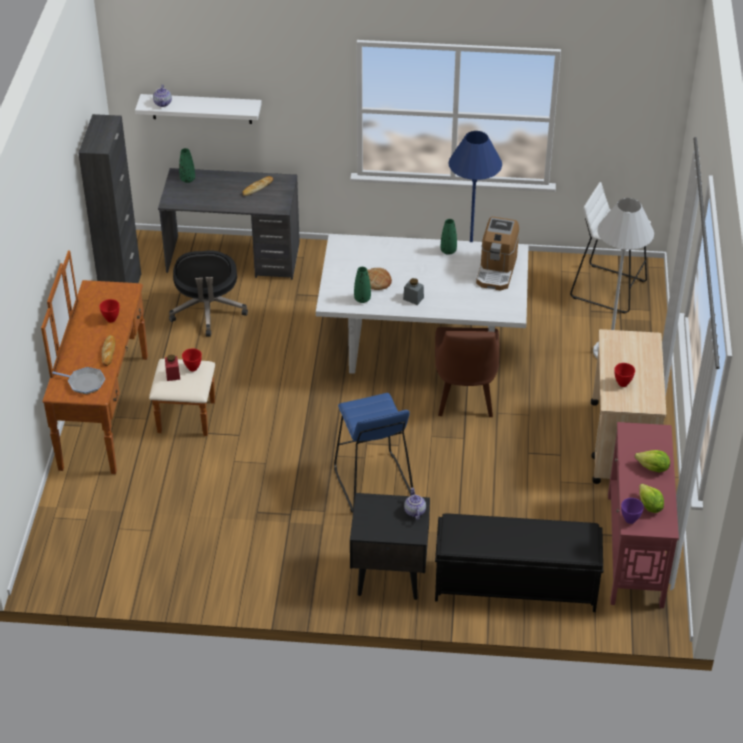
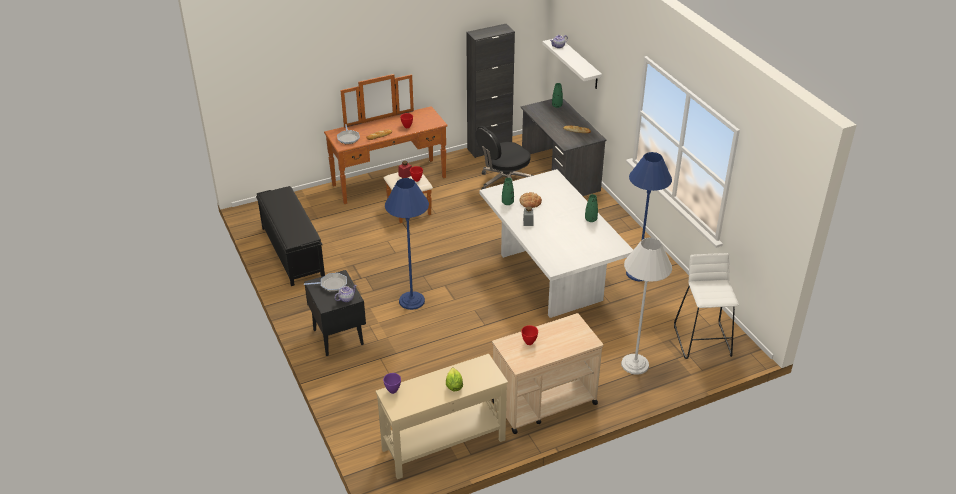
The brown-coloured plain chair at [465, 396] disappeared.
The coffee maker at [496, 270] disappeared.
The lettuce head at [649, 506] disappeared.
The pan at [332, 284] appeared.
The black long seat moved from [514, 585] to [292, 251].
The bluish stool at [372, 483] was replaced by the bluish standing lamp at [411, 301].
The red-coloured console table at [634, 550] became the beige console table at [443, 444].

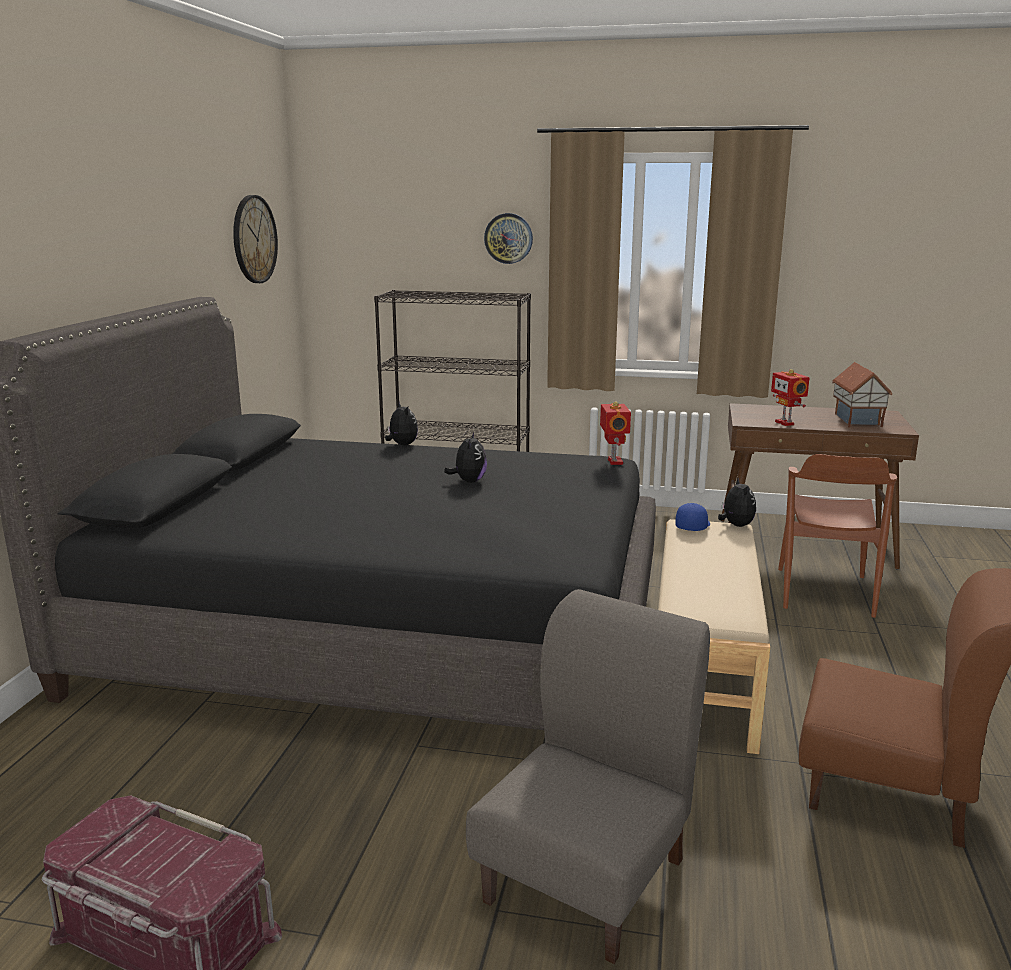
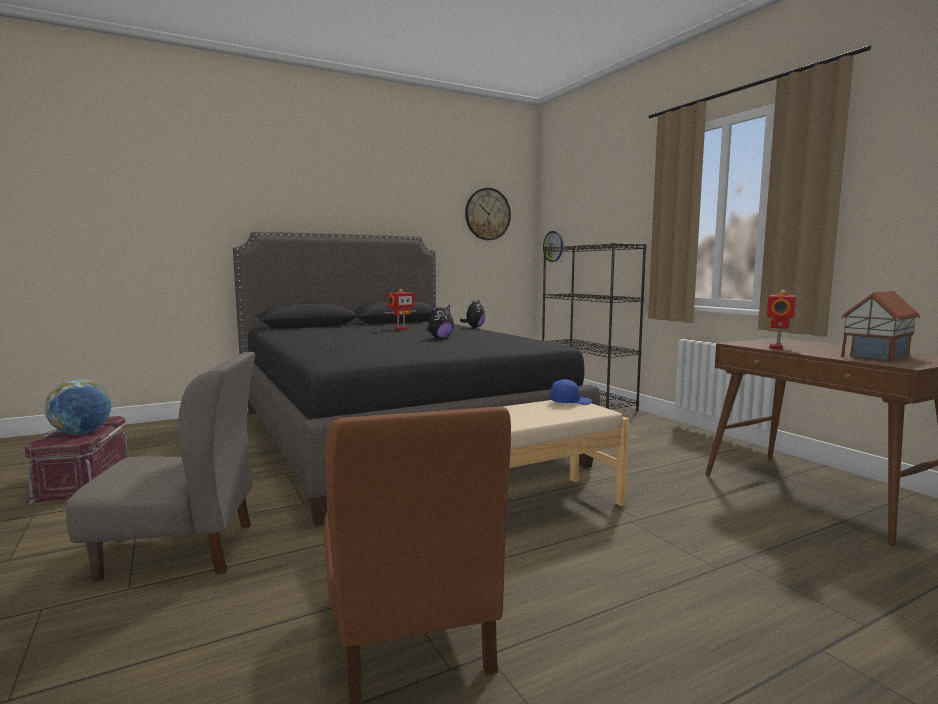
The plush toy at [735, 525] disappeared.
The brown-coloured plain chair at [824, 592] disappeared.
The world globe at [82, 433] appeared.
The hanging clock moved from [508, 238] to [553, 246].
The toy robot moved from [613, 461] to [401, 329].

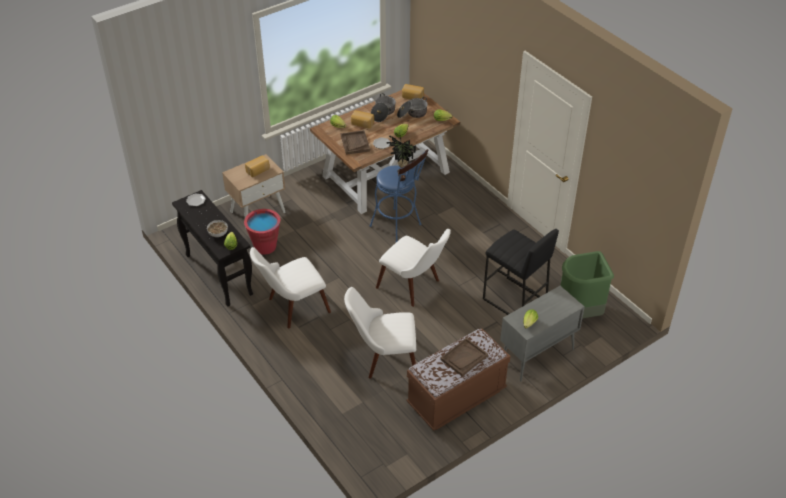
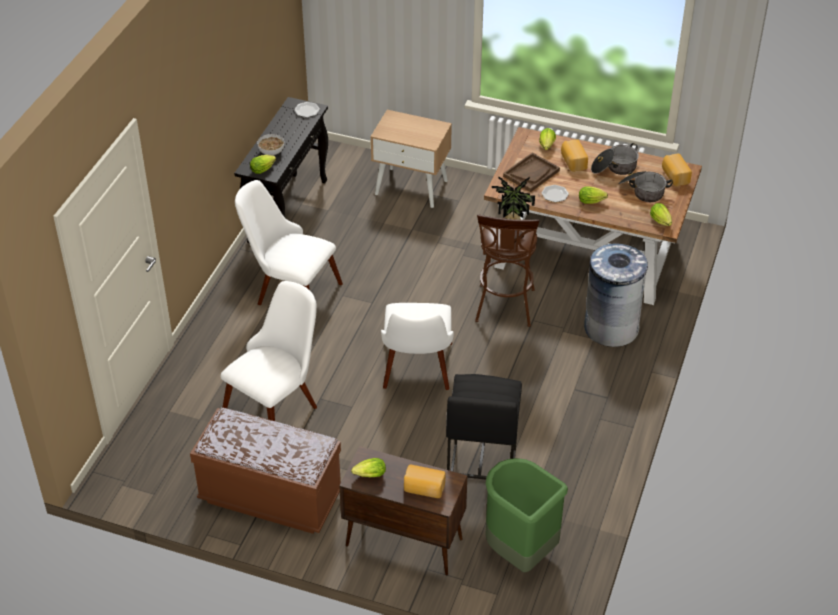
The red-coloured water bucket at [265, 247] disappeared.
The brown-coloured tray at [464, 358] disappeared.
The gray rubbish bin at [611, 327] appeared.
The bread moved from [258, 171] to [424, 489].
The bluish stool at [398, 227] became the brown-coloured stool at [504, 309].
The gray cupboard at [536, 356] became the brown-coloured cupboard at [403, 542].
The white plain chair at [383, 359] turned 75 degrees clockwise.

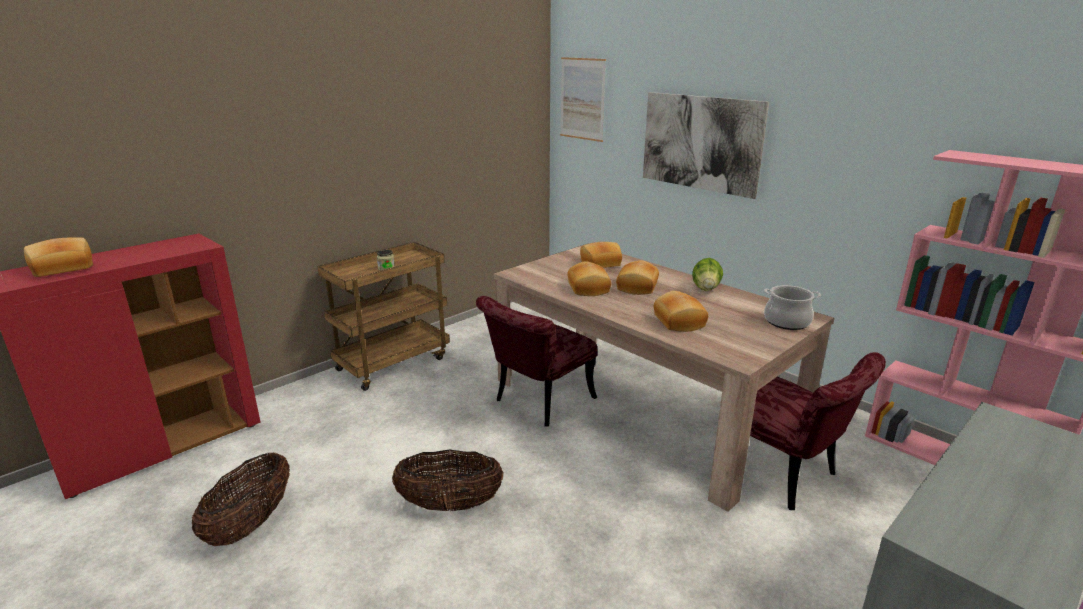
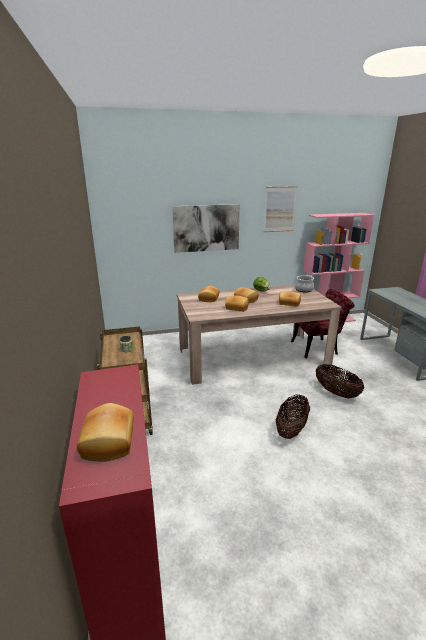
The red-coloured plain chair at [538, 403] disappeared.
The household basket moved from [251, 524] to [336, 393].
The wall art moved from [582, 99] to [279, 209].

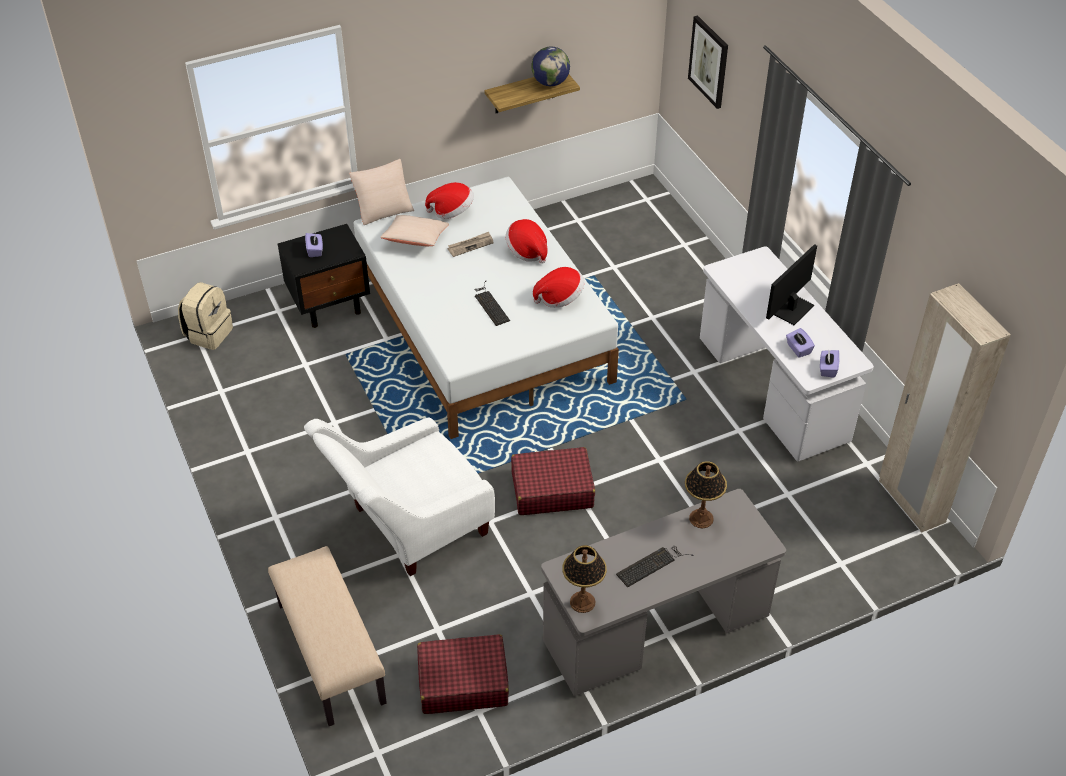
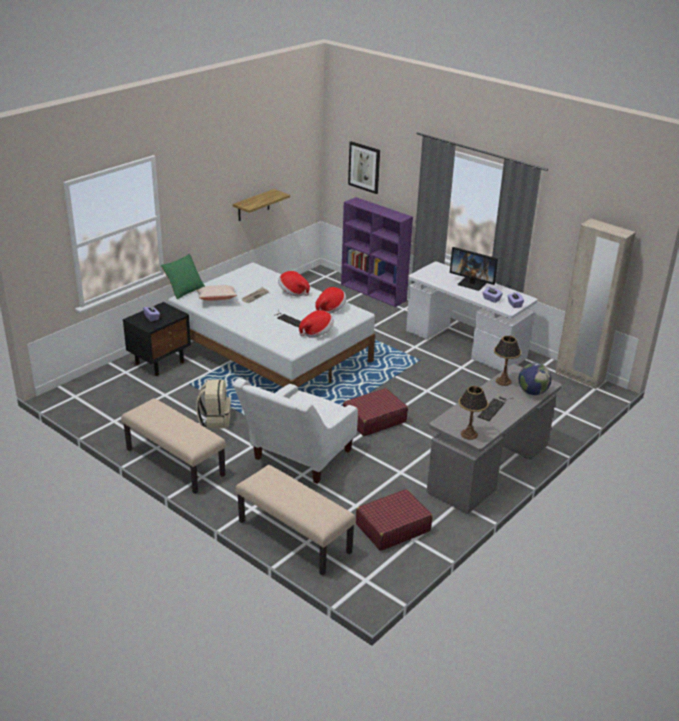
The beige long seat at [174, 463] appeared.
The purplish shelving unit at [374, 292] appeared.
The beige backpack moved from [208, 333] to [215, 420].
The wearable hat moved from [452, 211] to [317, 333].
The world globe moved from [550, 82] to [532, 392].
The beige pillow at [383, 209] became the green pillow at [184, 289].
The monitor at [790, 309] turned 75 degrees counterclockwise.

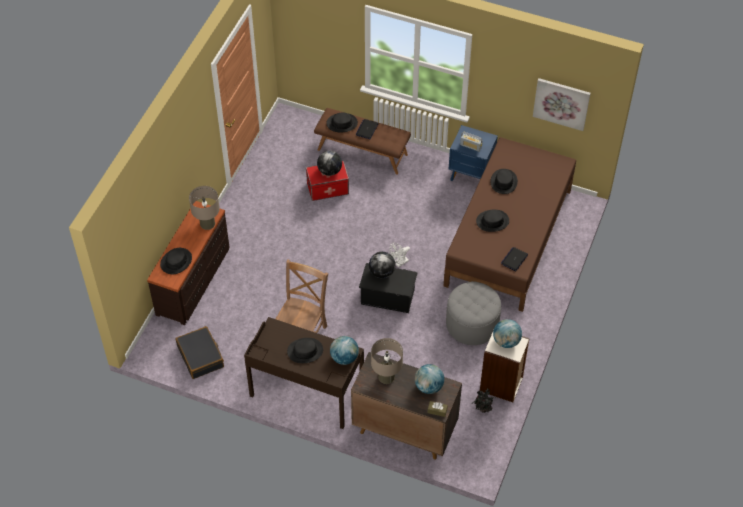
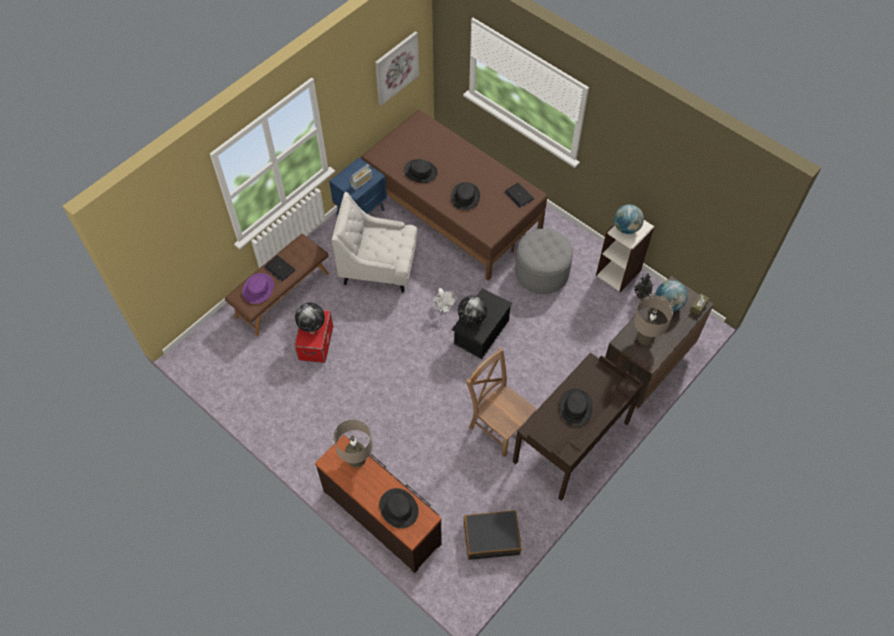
The world globe at [344, 357] disappeared.
The white easy chair at [379, 268] appeared.
The black wearable hat at [342, 123] became the purplish wearable hat at [258, 289].

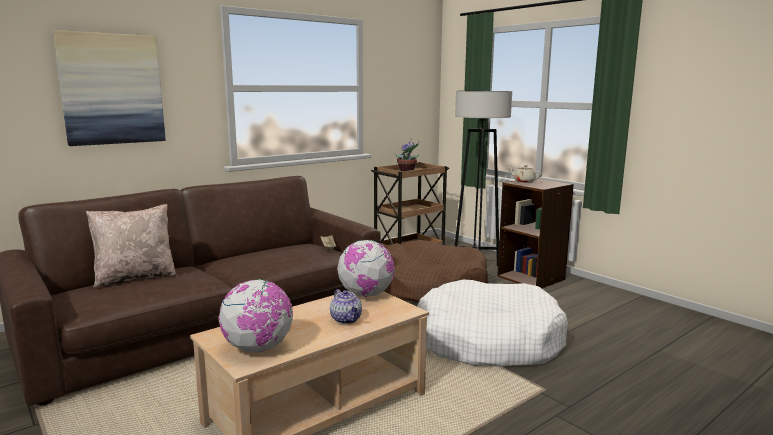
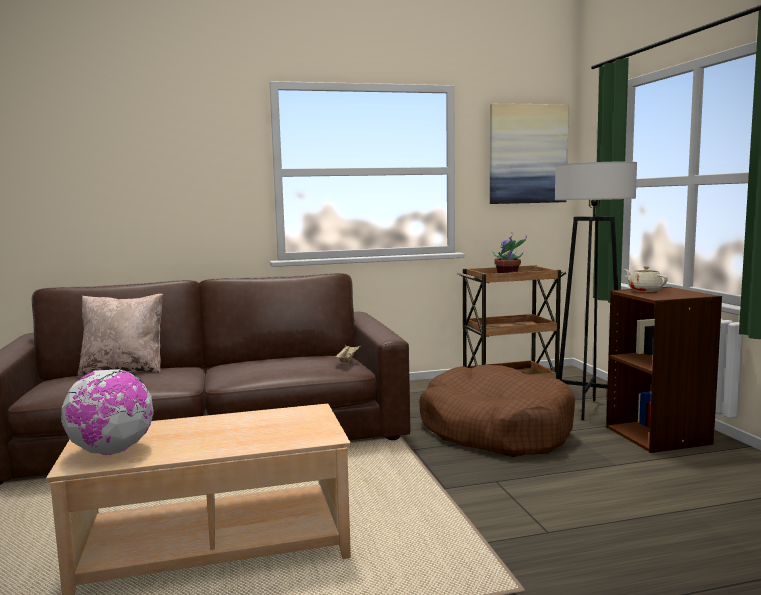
The teapot at [346, 319] disappeared.
The world globe at [366, 295] disappeared.
The white dog cushion at [488, 341] disappeared.
The wall art moved from [112, 89] to [527, 154].

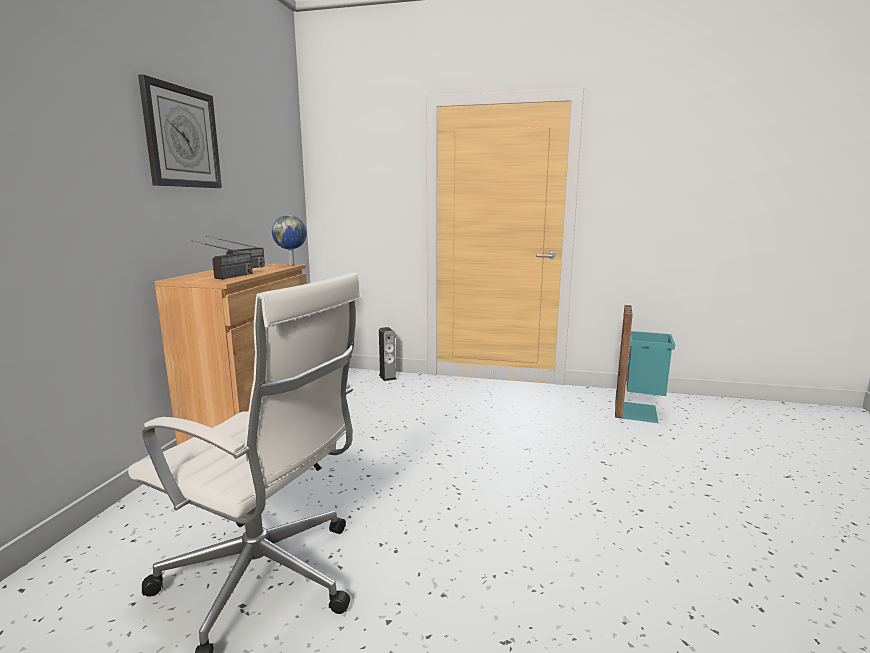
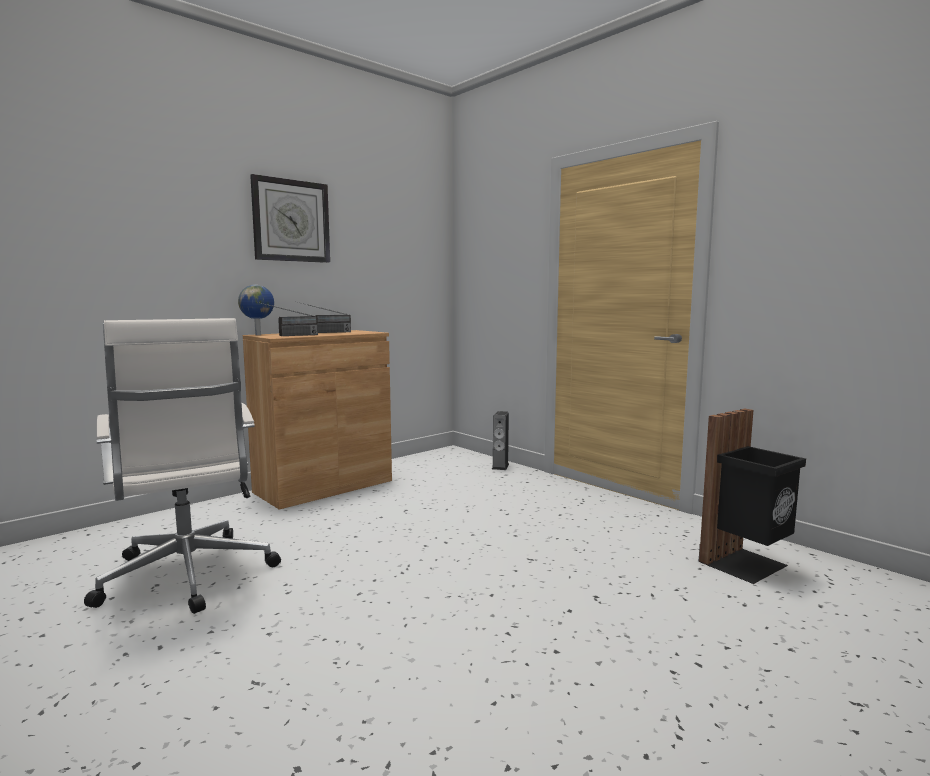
The world globe moved from [292, 264] to [259, 335].
The turquoise rubbish bin at [638, 411] became the black rubbish bin at [747, 565].

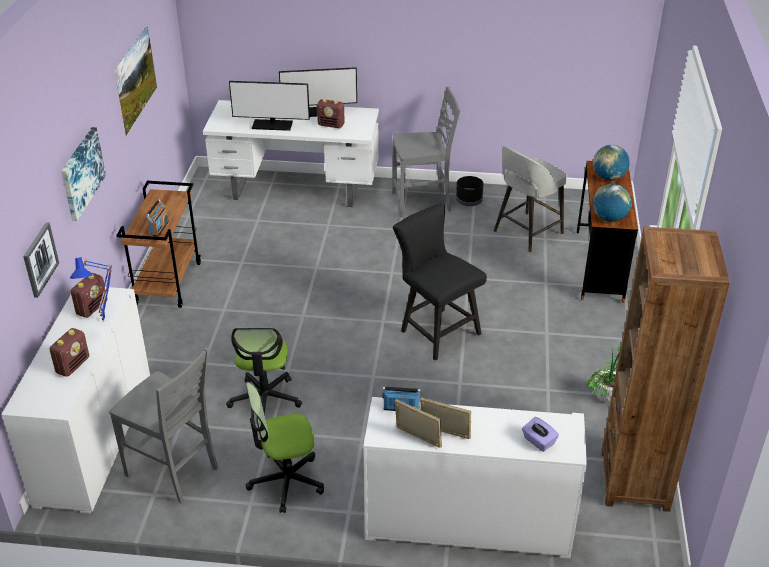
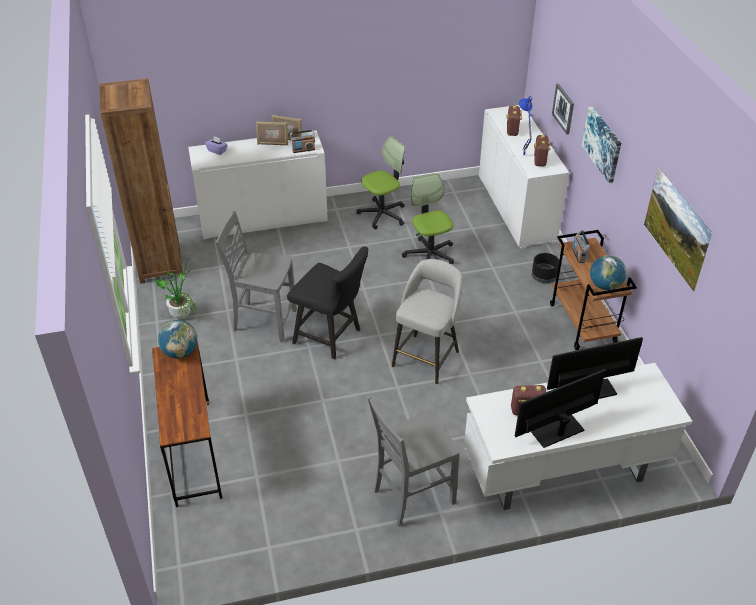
The gray plain chair moved from [174, 472] to [263, 321].
The black flower pot moved from [469, 201] to [544, 277].
The gray stool moved from [526, 233] to [426, 357].
The world globe moved from [608, 178] to [605, 286].

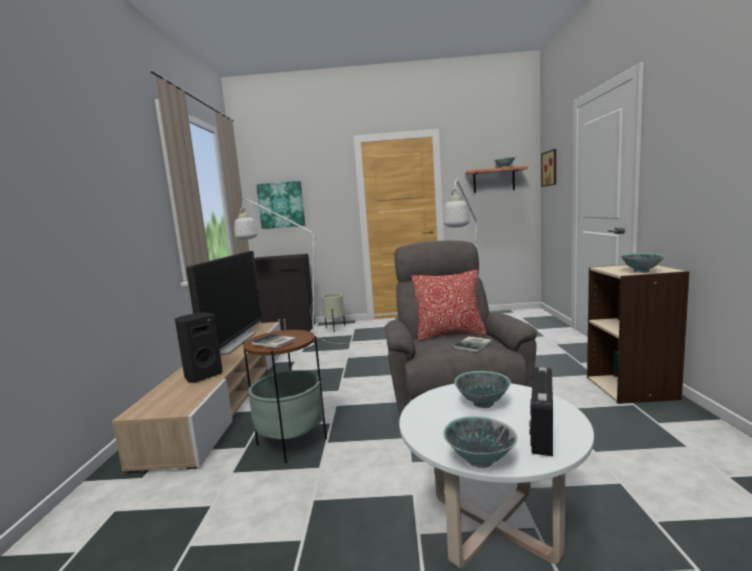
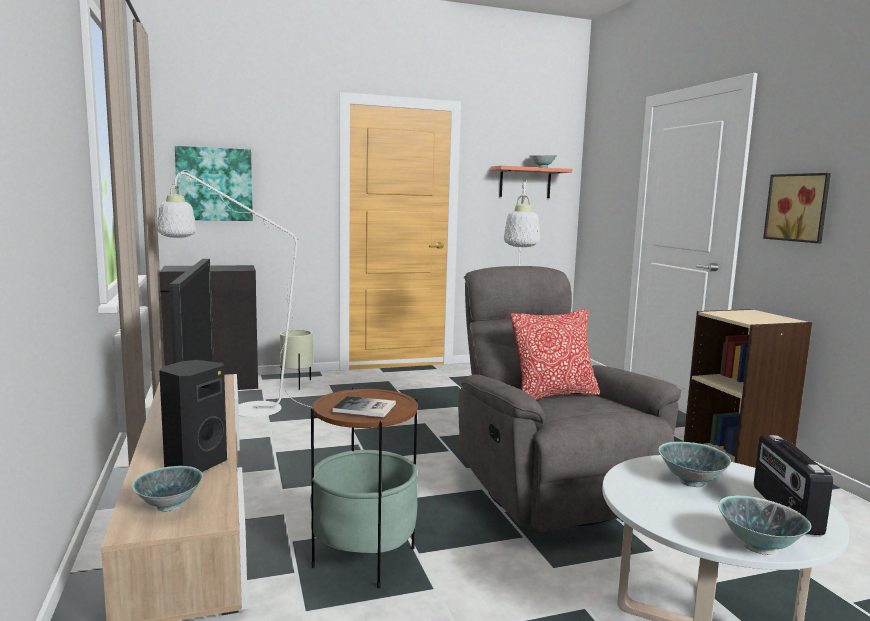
The volume at [474, 344] disappeared.
The wall art moved from [550, 168] to [798, 207].
The bowl moved from [641, 271] to [169, 506].

